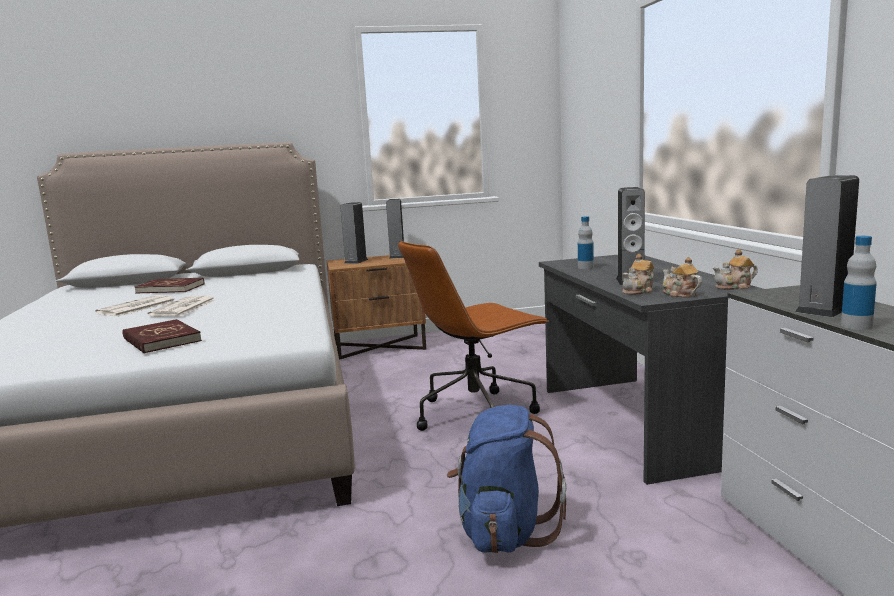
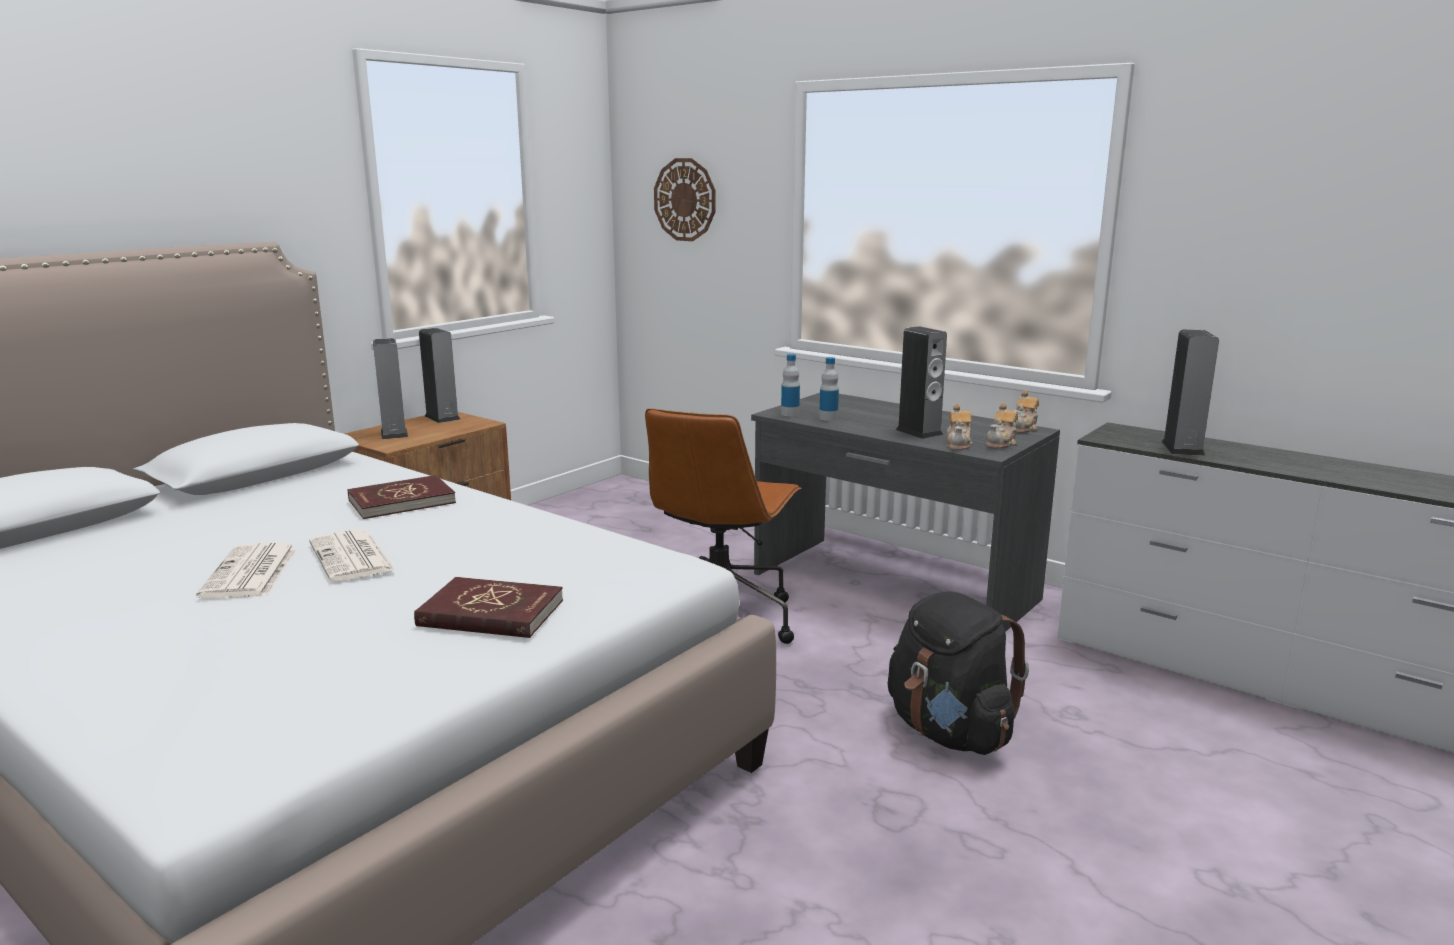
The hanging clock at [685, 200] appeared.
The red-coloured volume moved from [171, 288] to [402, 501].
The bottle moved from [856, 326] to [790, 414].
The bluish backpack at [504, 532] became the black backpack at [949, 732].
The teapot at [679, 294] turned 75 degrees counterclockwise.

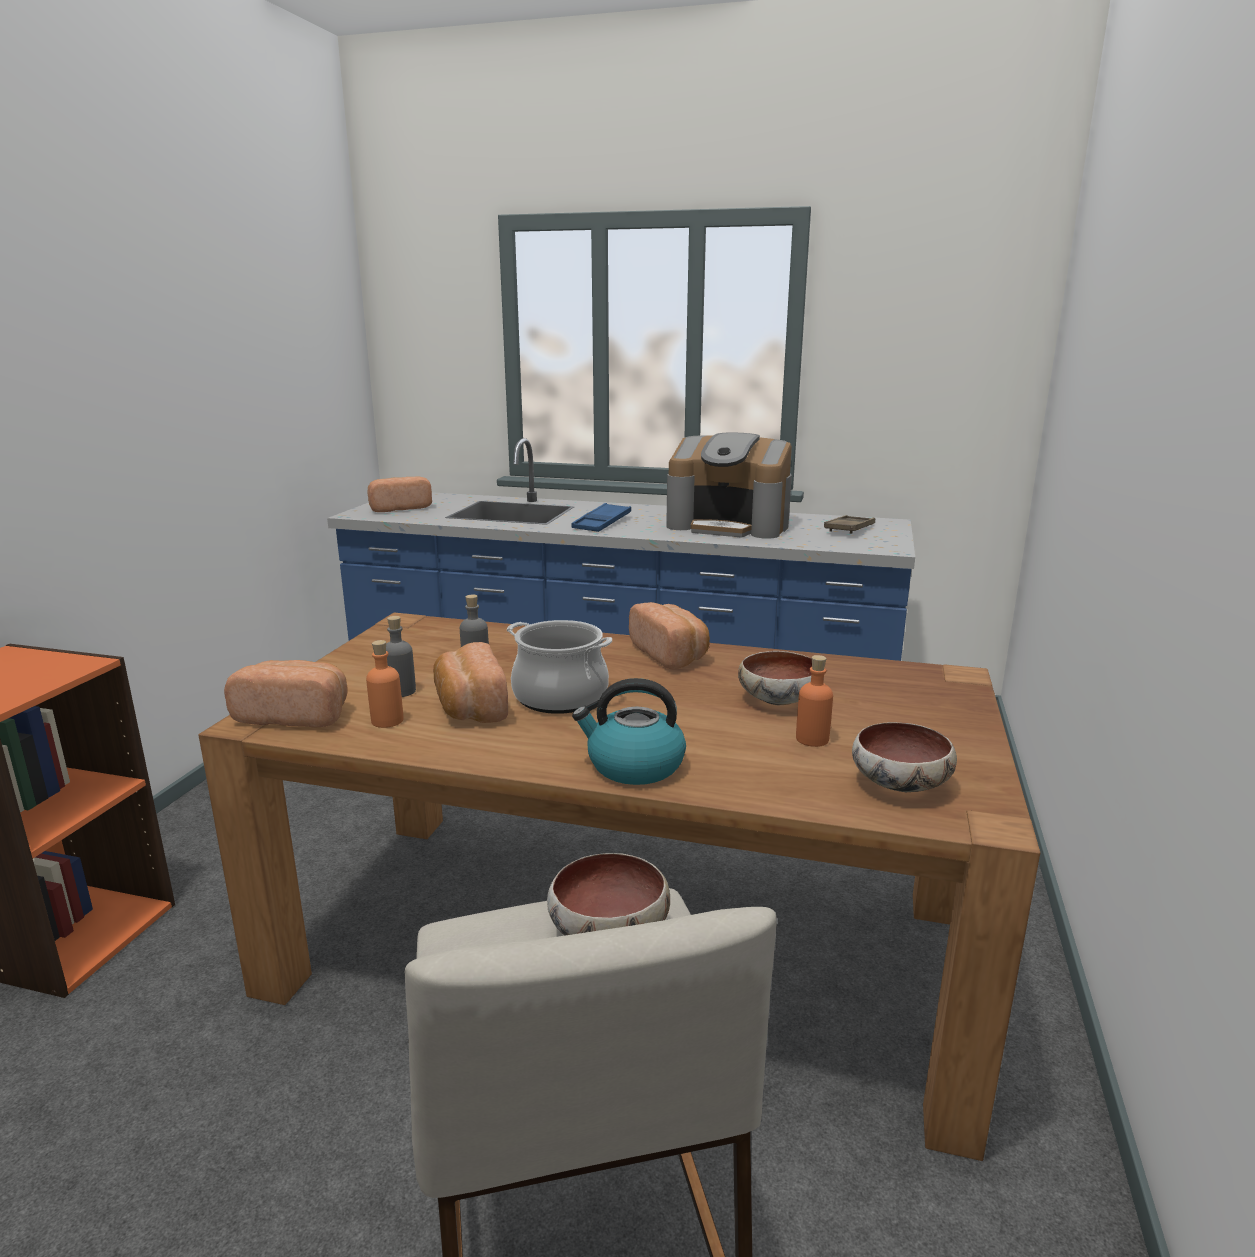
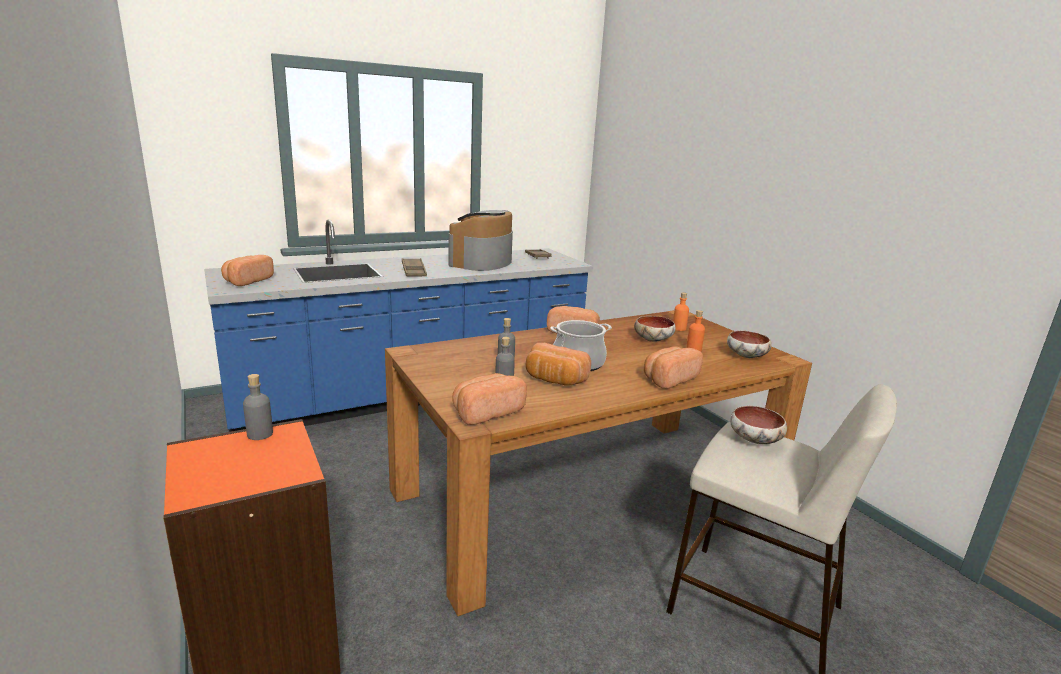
The gray bottle at [260, 434] appeared.
The orange bottle moved from [387, 721] to [679, 328].
The tea kettle at [634, 766] was replaced by the bread at [668, 379].
The bluish tray at [602, 523] became the brown-coloured tray at [413, 271].
The coffee maker at [729, 525] turned 135 degrees clockwise.

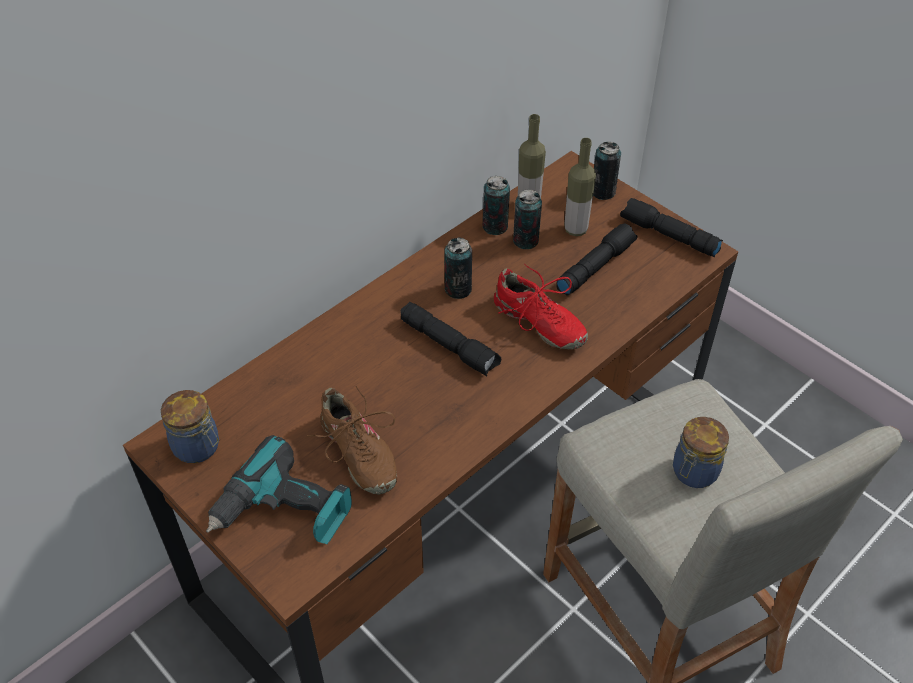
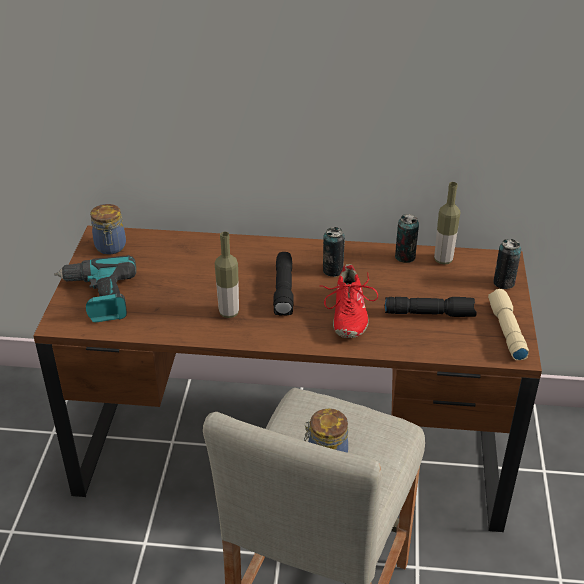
The brown-coloured shoe at [357, 454] disappeared.
The sealed can at [525, 241] disappeared.
The bottle moved from [575, 229] to [229, 312].
The black flashlight at [668, 236] became the beige flashlight at [506, 331].

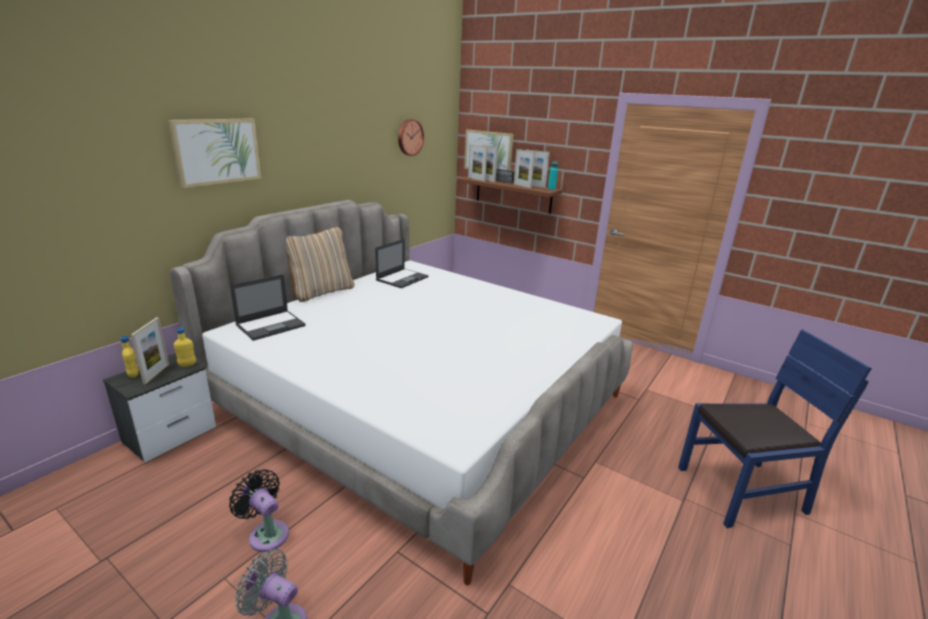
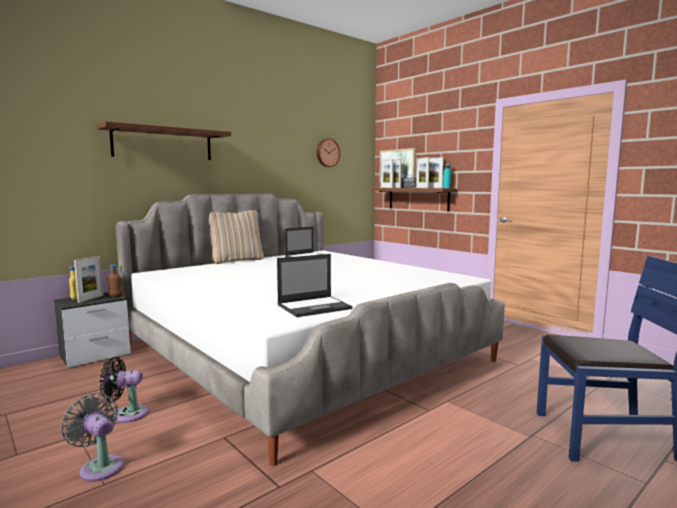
The laptop moved from [271, 325] to [315, 307].
The wall art at [217, 151] was replaced by the brown-coloured bracket shelf at [163, 144].
The yellow bottle at [187, 365] became the brown-coloured bottle at [115, 296].
The black cooling fan at [266, 533] turned 60 degrees counterclockwise.

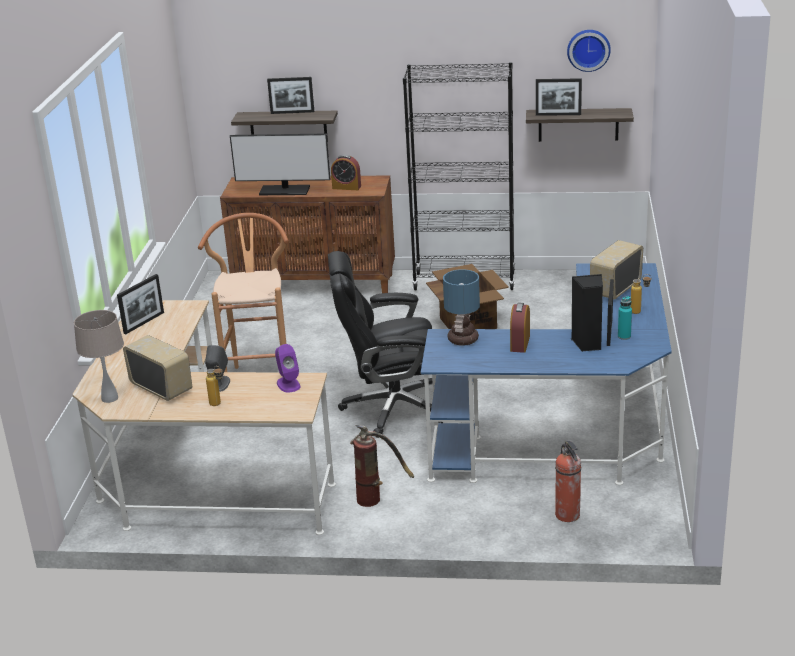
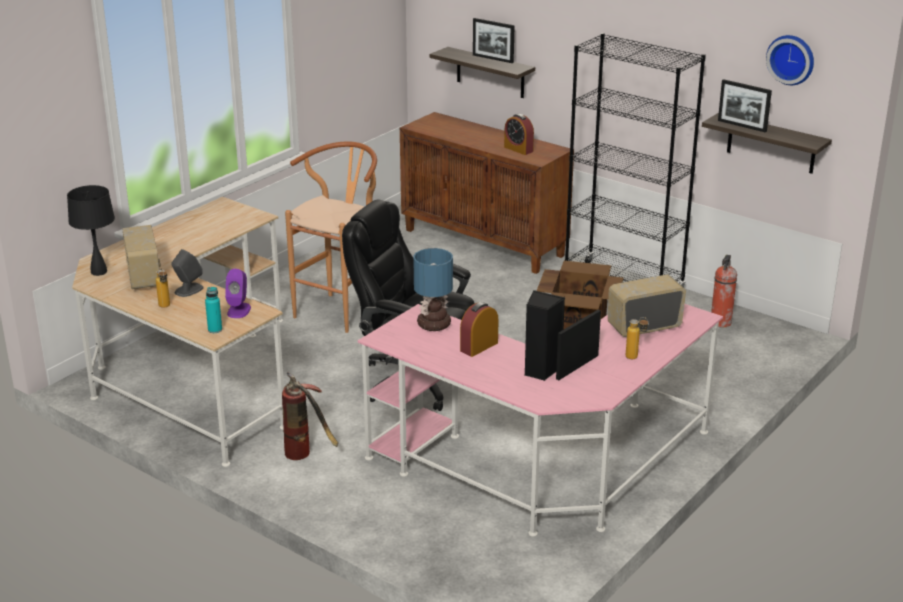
The photo frame at [144, 323] disappeared.
The monitor at [284, 190] disappeared.
The fire-fighting cylinder moved from [568, 515] to [720, 323].
The turquoise bottle moved from [624, 336] to [215, 330].
The beige tabletop lamp at [109, 398] became the black tabletop lamp at [99, 271].
The bluish desk at [571, 433] became the pink-coloured desk at [546, 468].

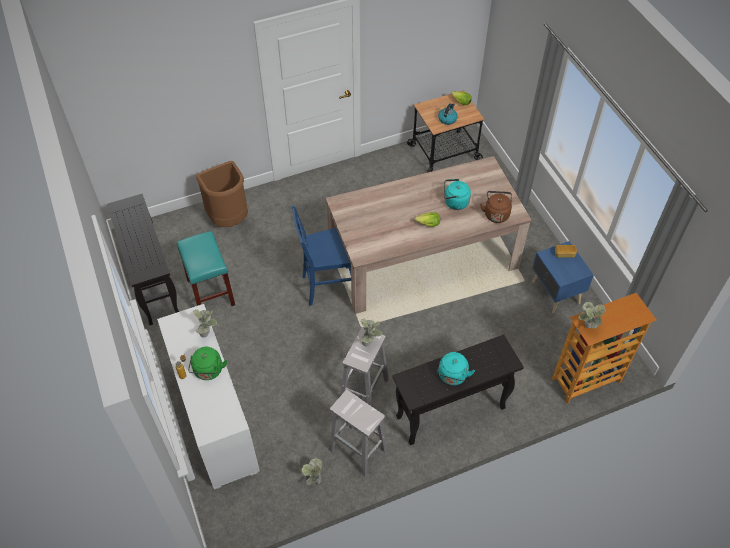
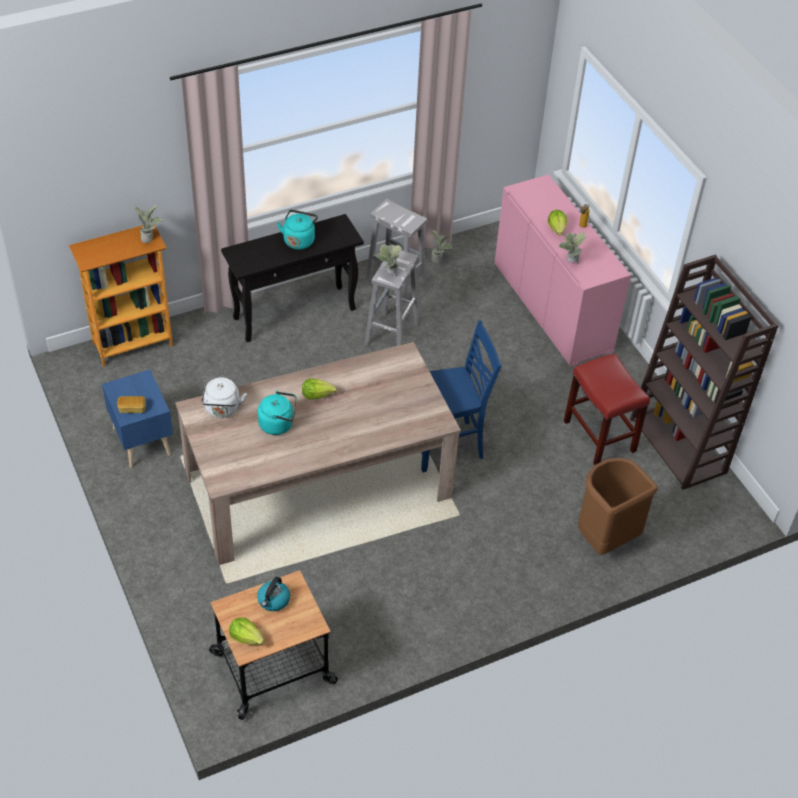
The black console table at [153, 284] was replaced by the brown-coloured shelving unit at [679, 446].
The green tea kettle at [208, 371] was replaced by the lettuce head at [557, 229].
The white cupboard at [216, 418] became the pink-coloured cupboard at [552, 307].
The turquoise stool at [211, 293] became the red-coloured stool at [598, 436].
The brown-coloured tea kettle at [496, 213] became the white tea kettle at [222, 409].

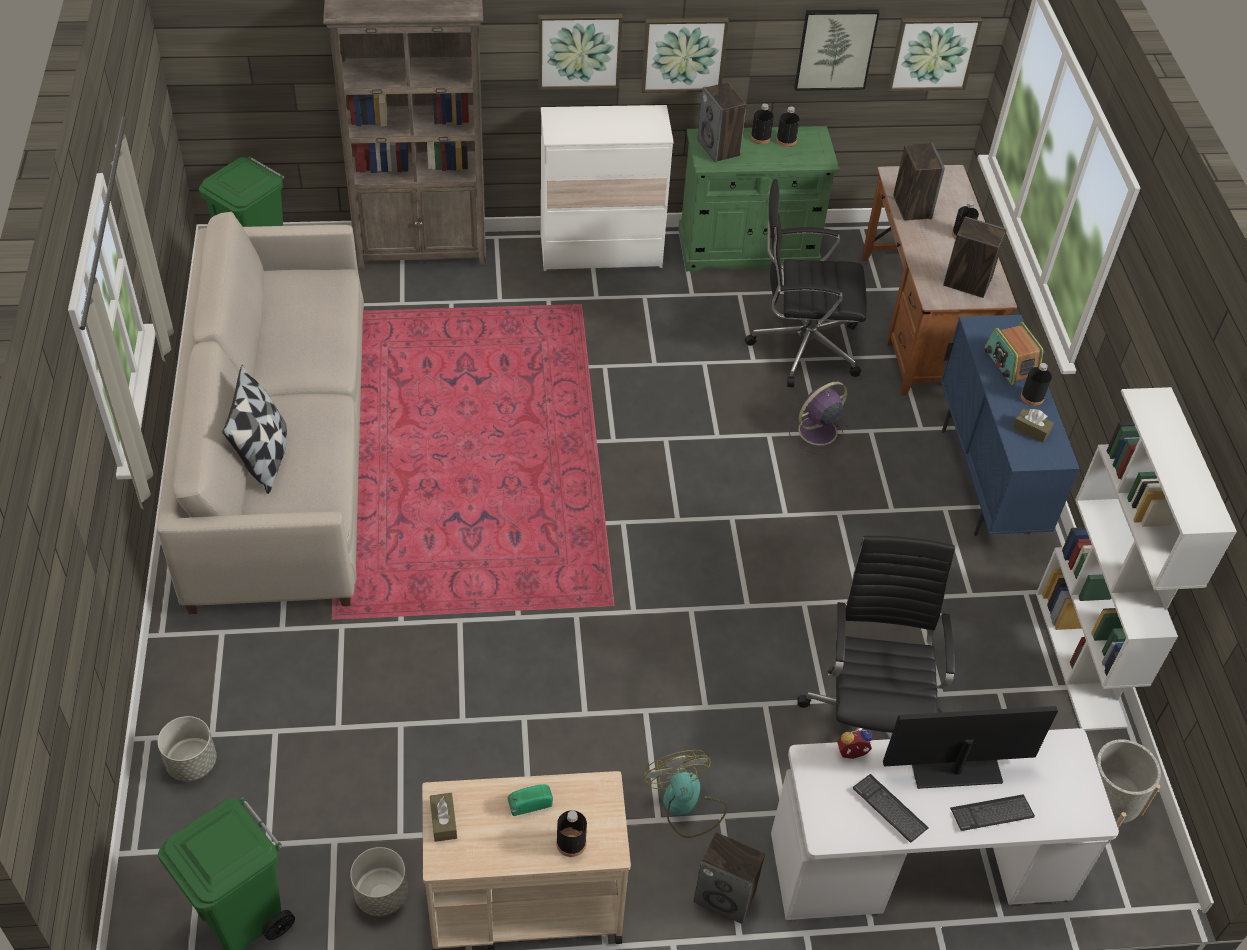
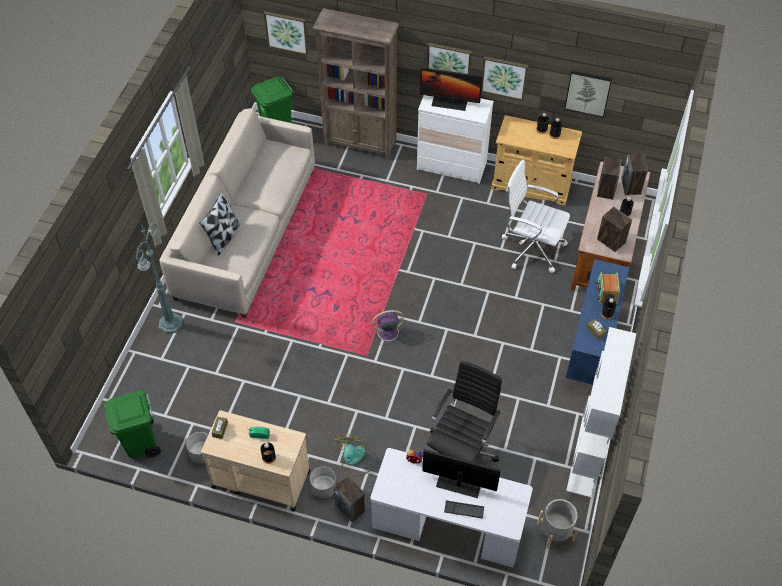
The PC keyboard at [889, 809] disappeared.
The green standing lamp at [170, 324] appeared.
The monitor at [449, 103] appeared.
The gray flower pot moved from [191, 763] to [323, 488].
The speaker moved from [719, 148] to [631, 186].
The purplish cooling fan moved from [816, 432] to [387, 332].
The wall art moved from [933, 52] to [287, 32].
The green cupboard at [748, 248] became the beige cupboard at [531, 184].
The black office chair at [801, 346] became the white office chair at [531, 248].

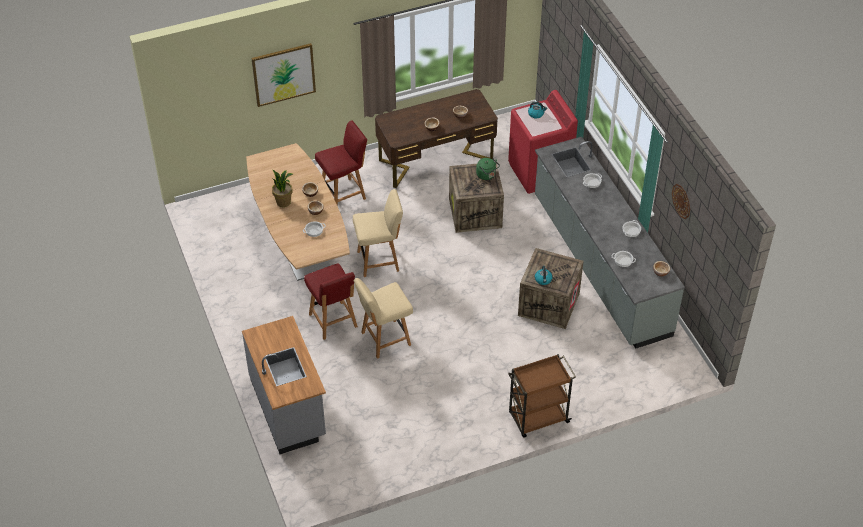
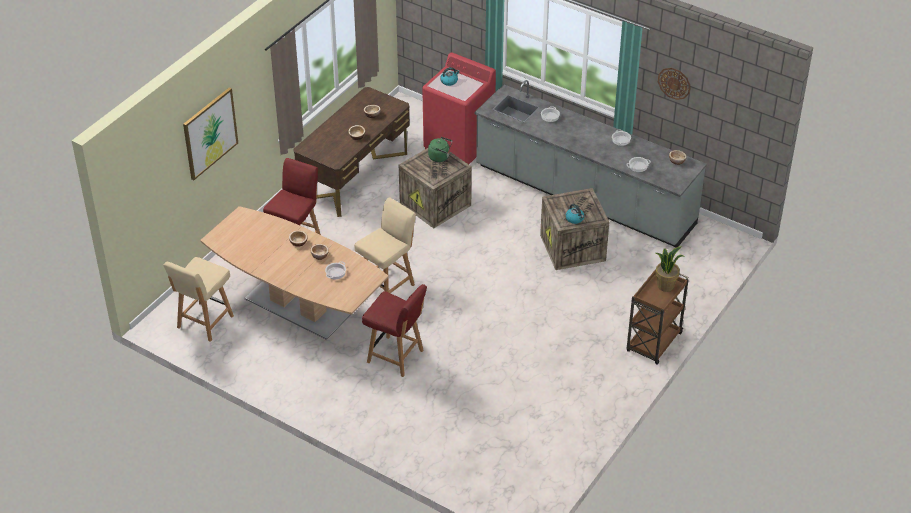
The gray kitchen base unit at [289, 408] disappeared.
The potted plant moved from [283, 202] to [665, 285].
The beige plain chair moved from [384, 339] to [204, 322].

